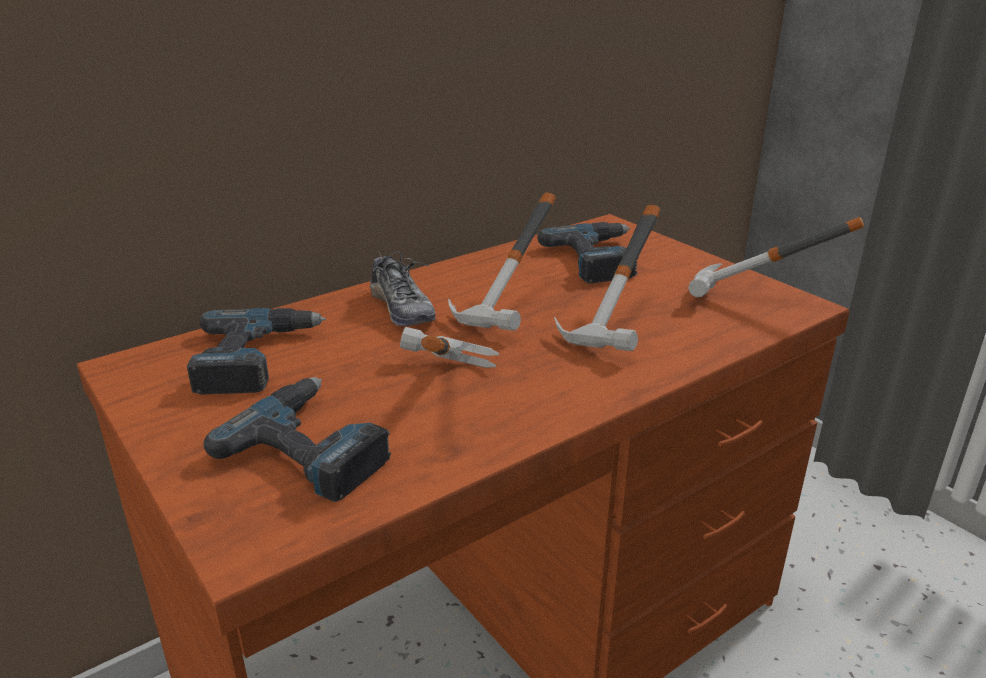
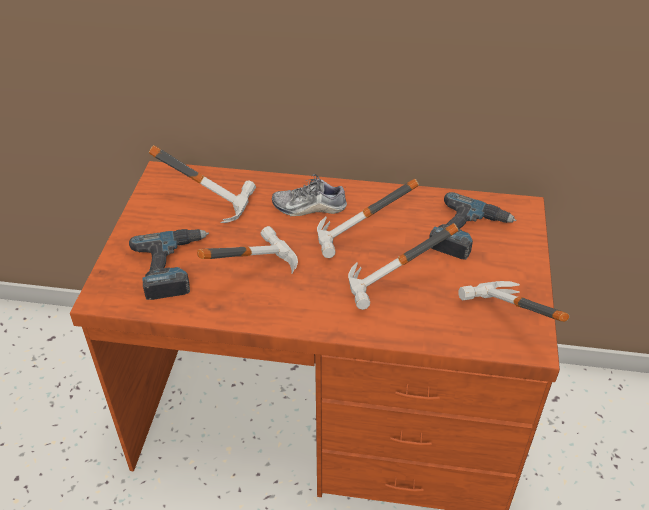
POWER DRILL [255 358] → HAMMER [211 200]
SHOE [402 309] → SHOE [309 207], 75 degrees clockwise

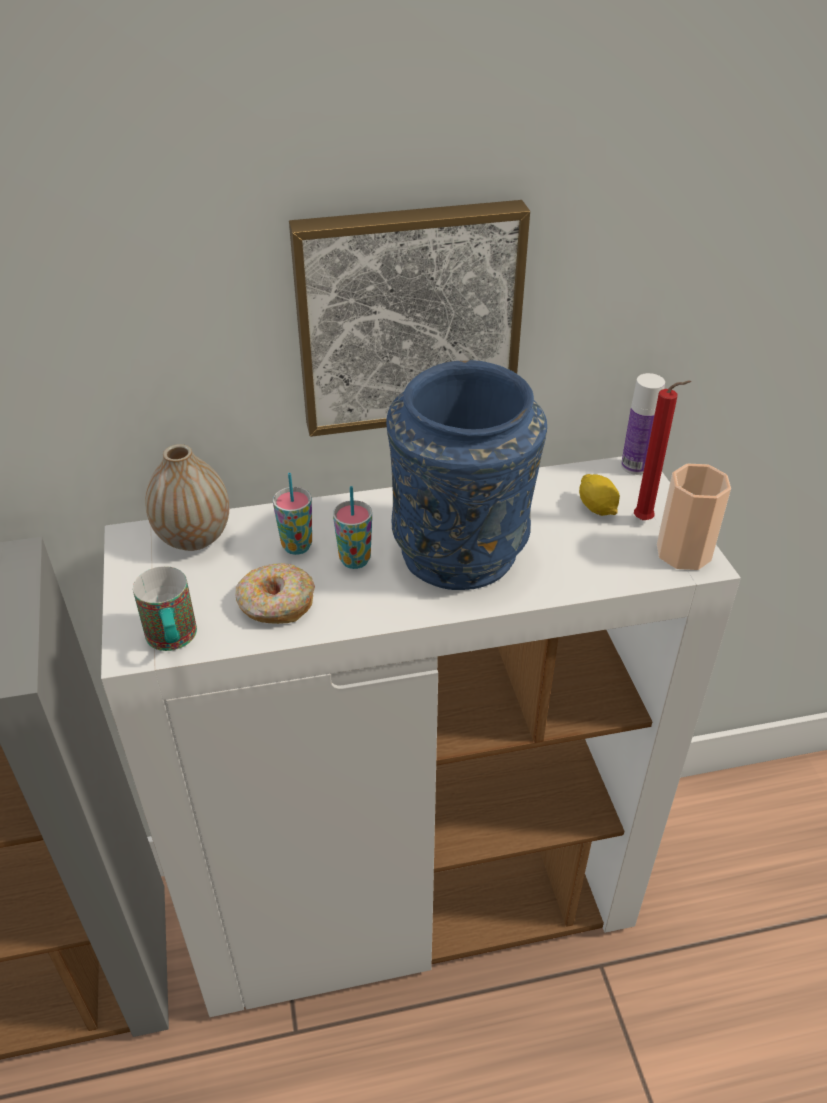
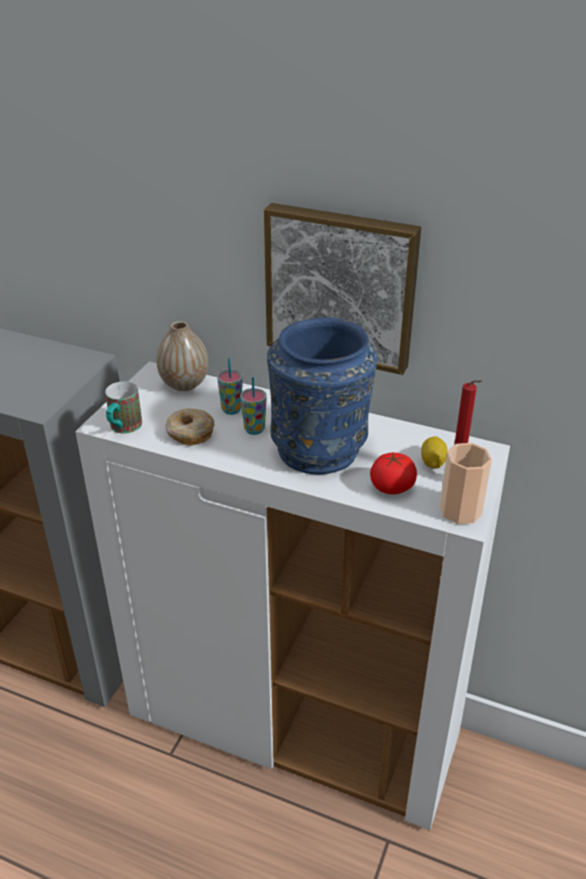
- → TOMATO [392 487]
BOTTLE [635 466] → -

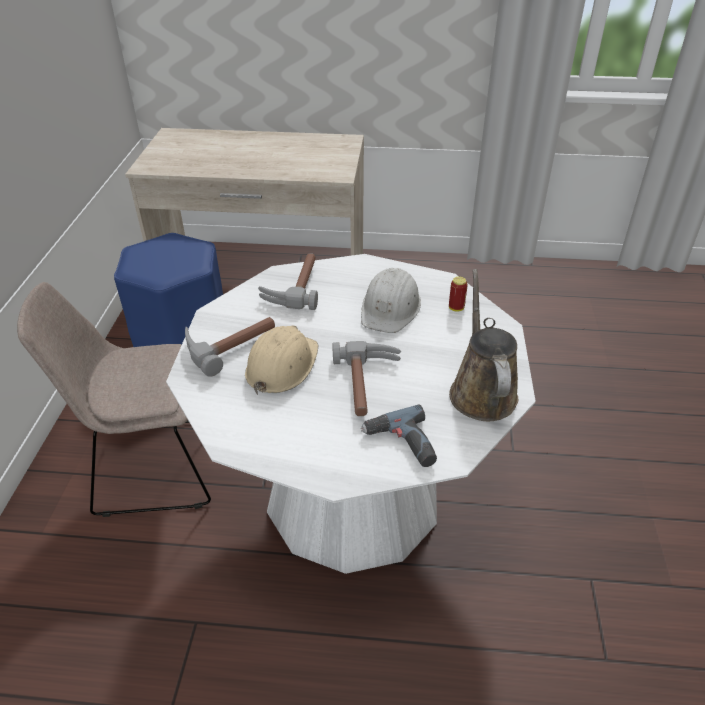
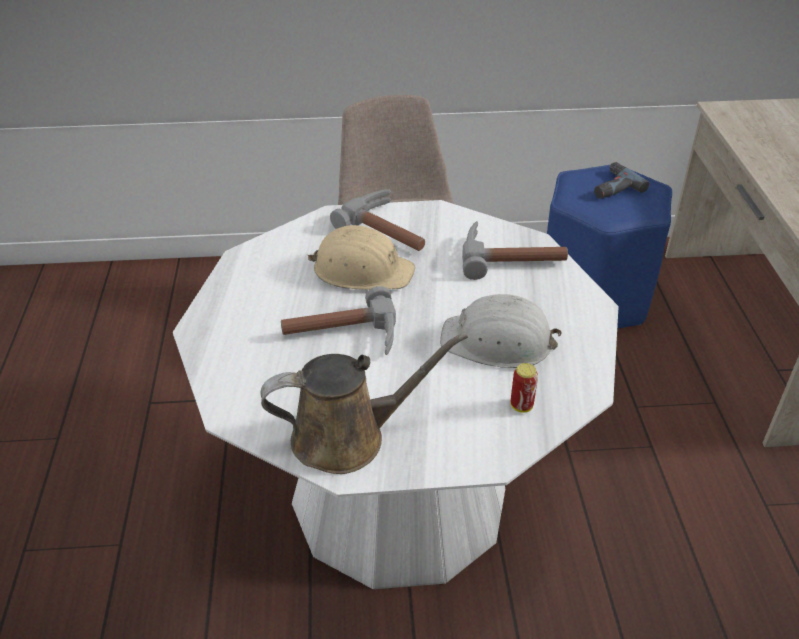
POWER DRILL [401 445] → POWER DRILL [611 187], moved

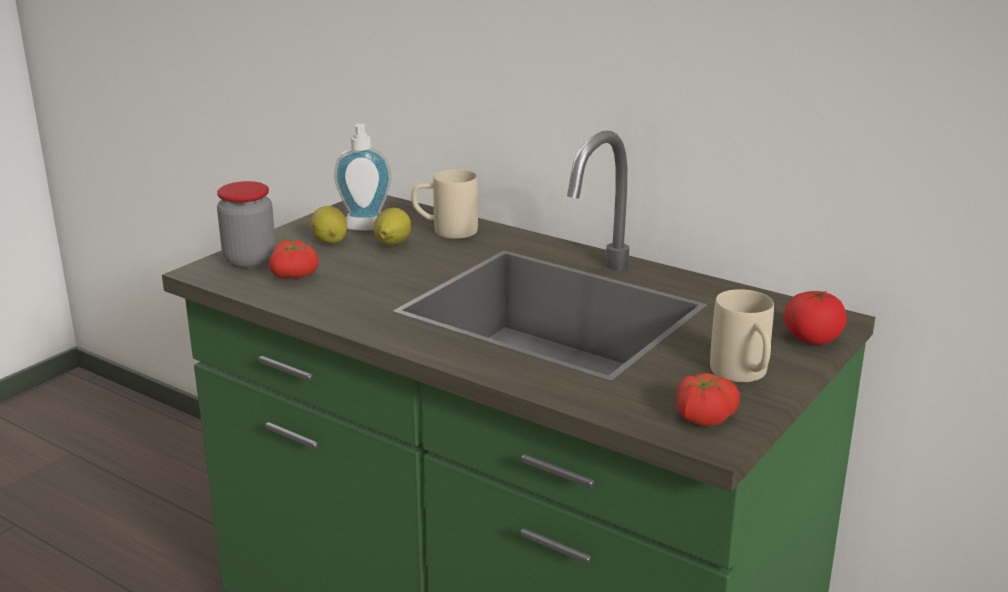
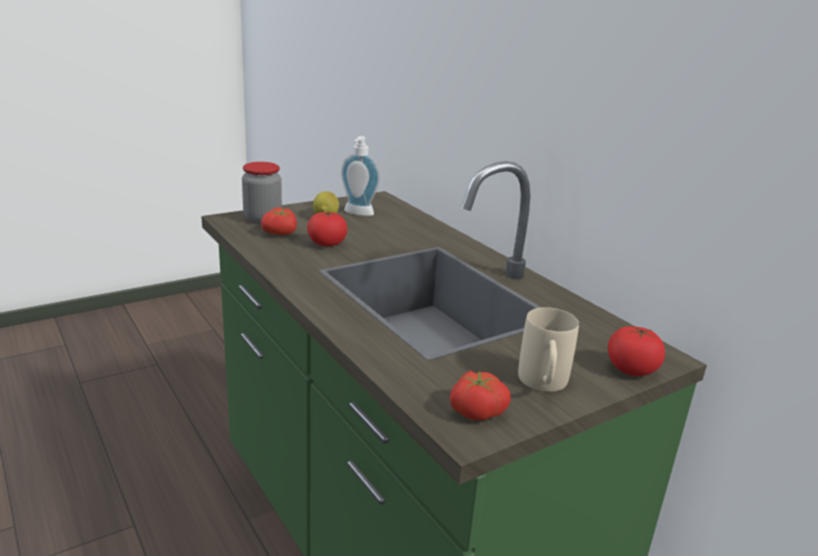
- → TOMATO [327 243]
LEMON [392 244] → -
BEIGE MUG [445 231] → -

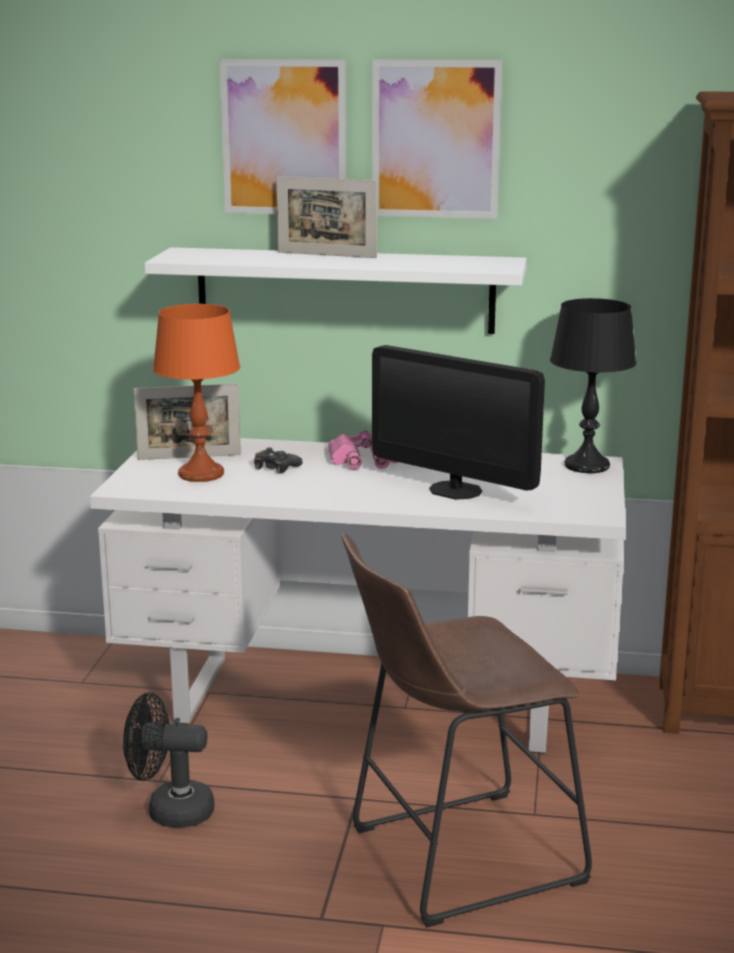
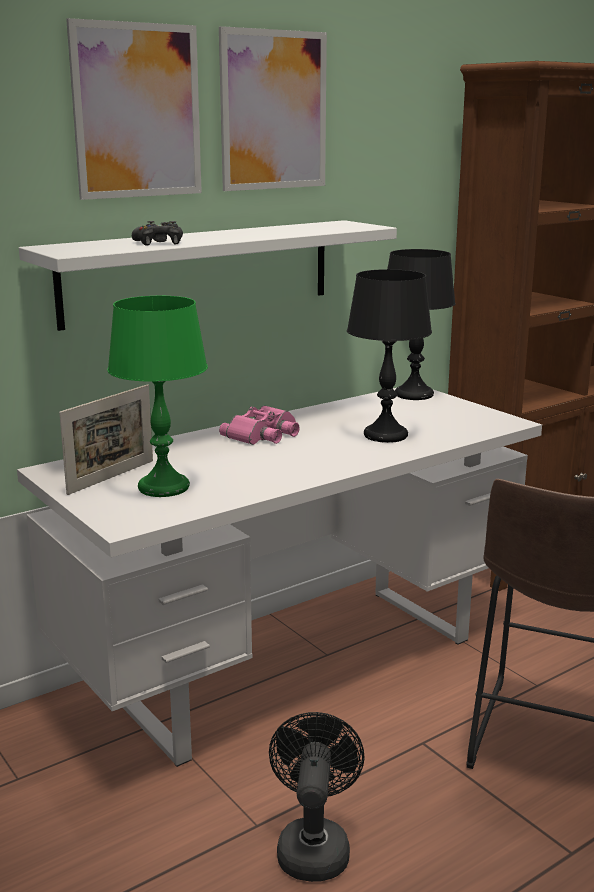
ORANGE TABLE LAMP [200 474] → GREEN TABLE LAMP [163 488]
BLACK GAME CONTROLLER [276 467] → BLACK GAME CONTROLLER [159 243], moved
BLACK FAN [170 810] → BLACK FAN [313 846], 135 degrees clockwise
MONITOR [455 490] → BLACK TABLE LAMP [386 435]
PICTURE FRAME [326 255] → -

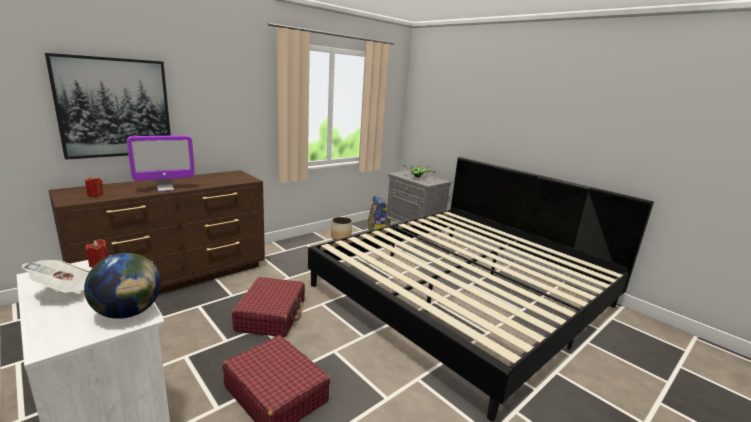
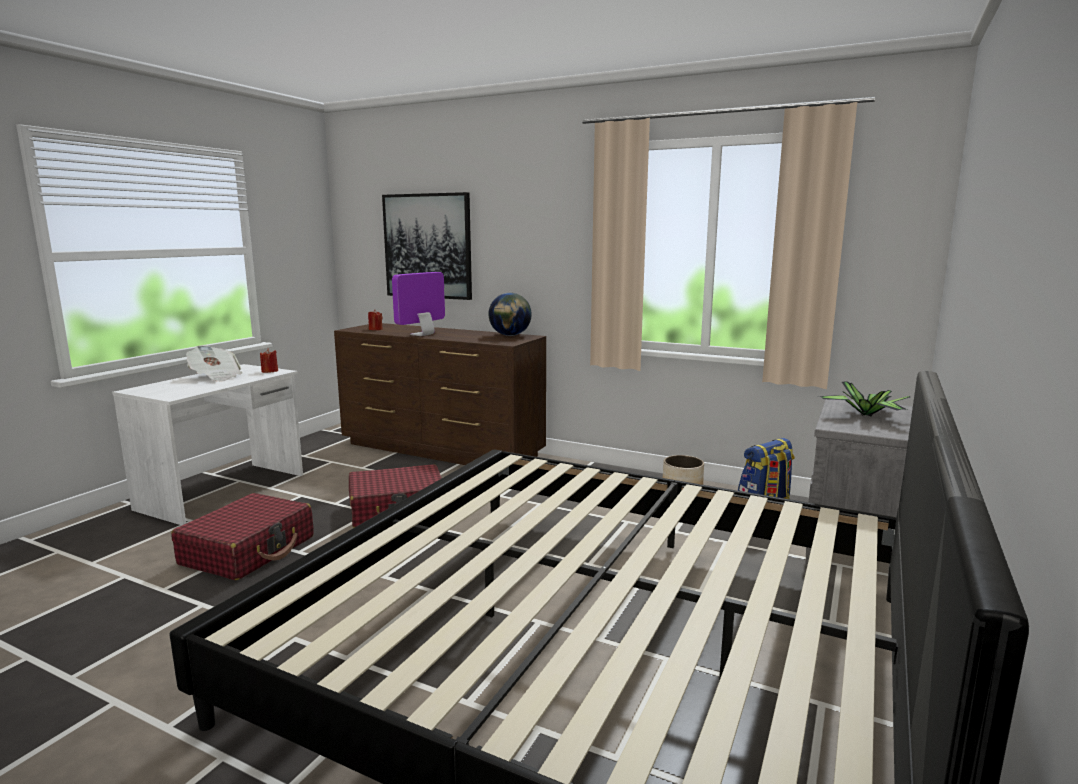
MONITOR [165 188] → MONITOR [422 334], 90 degrees clockwise
GLOBE [129 312] → GLOBE [510 335], moved

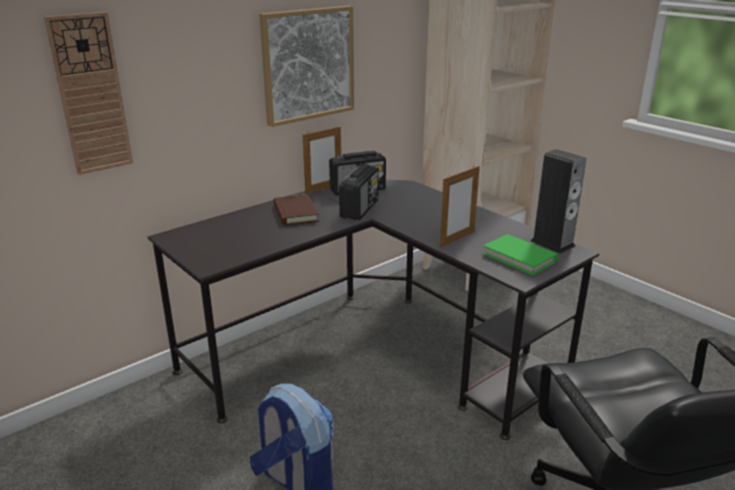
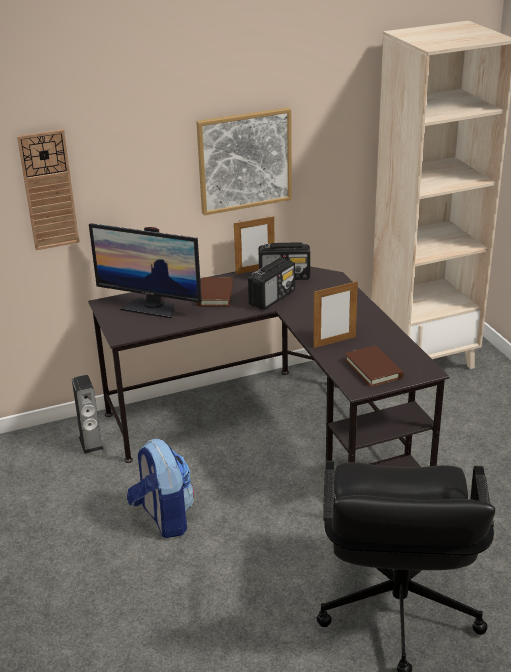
SPEAKER [552 243] → SPEAKER [91 443], moved
- → MONITOR [151 307]
GREEN BOOK [519 258] → BROWN BOOK [373 369]

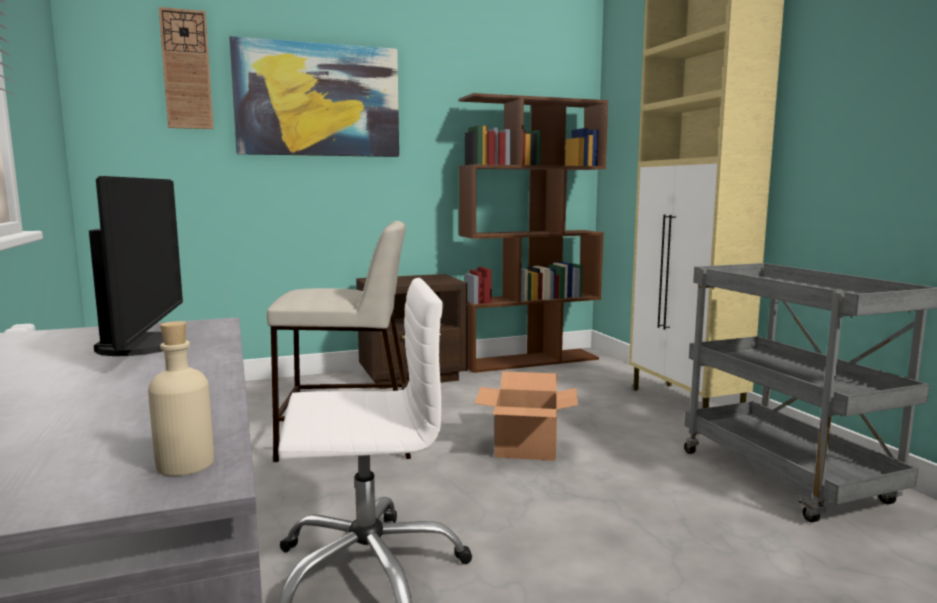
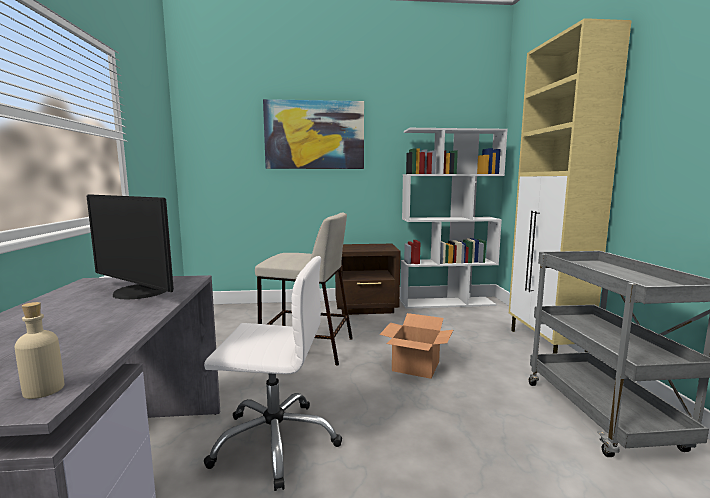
MONITOR [145 345] → MONITOR [138 293], 120 degrees clockwise
BROWN BOOKCASE [530 360] → WHITE BOOKCASE [447 303]
WALL CLOCK [186 70] → -

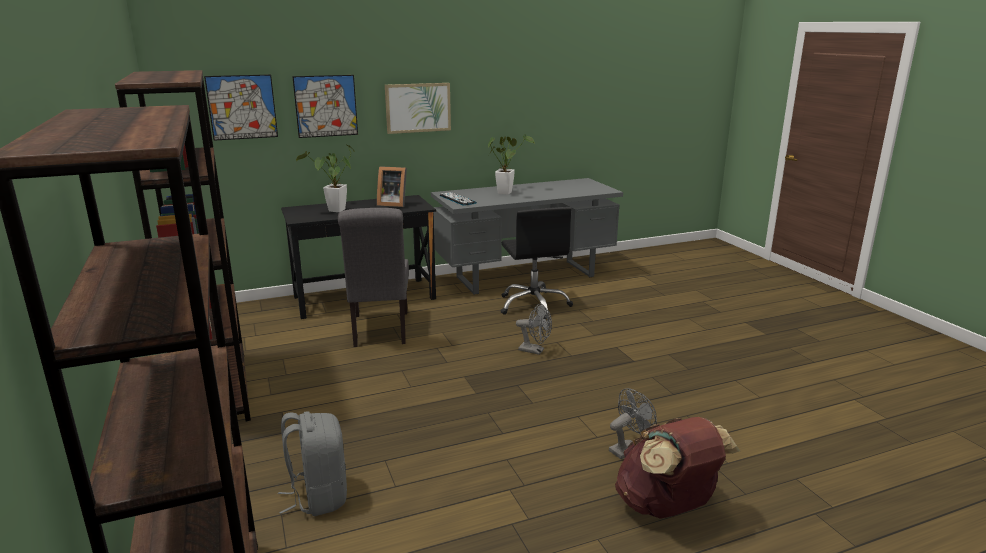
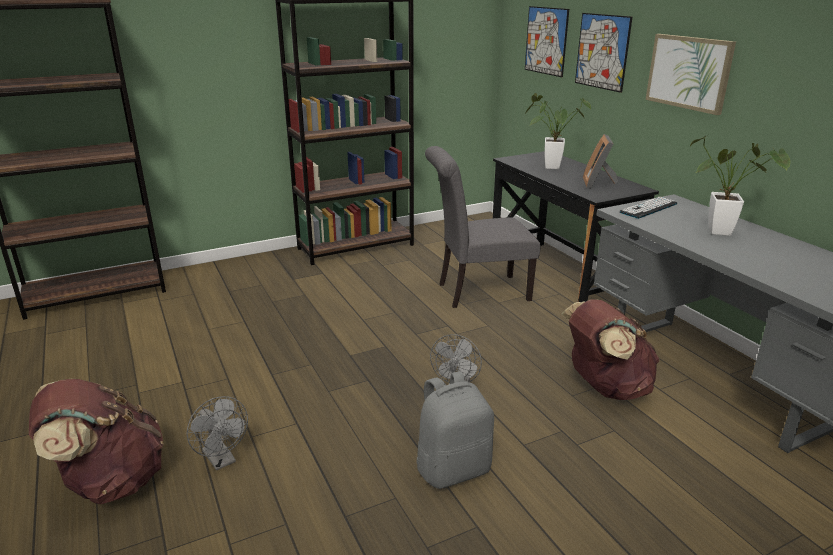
GREY BACKPACK [318 496] → GREY BACKPACK [453 468], moved
BLACK OFFICE CHAIR [534 305] → BROWN BACKPACK [605 387]

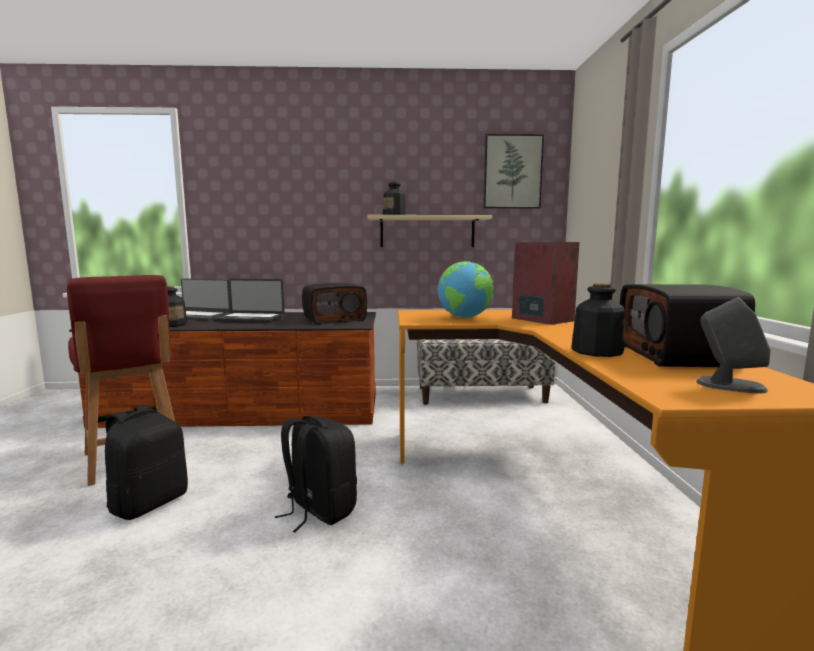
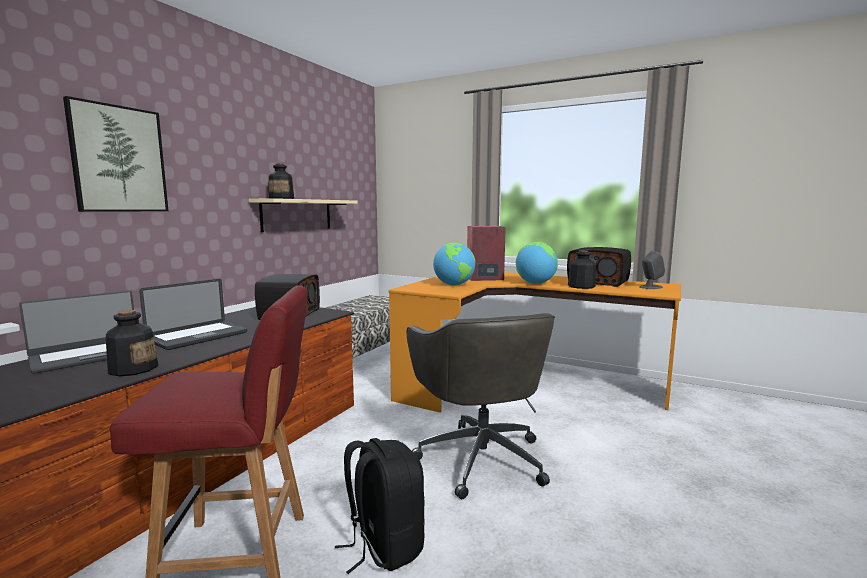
PICTURE [512 172] → PICTURE [118 159], moved
BLACK BACKPACK [319 510] → GREY OFFICE CHAIR [480 456]
- → GLOBE [535 283]

